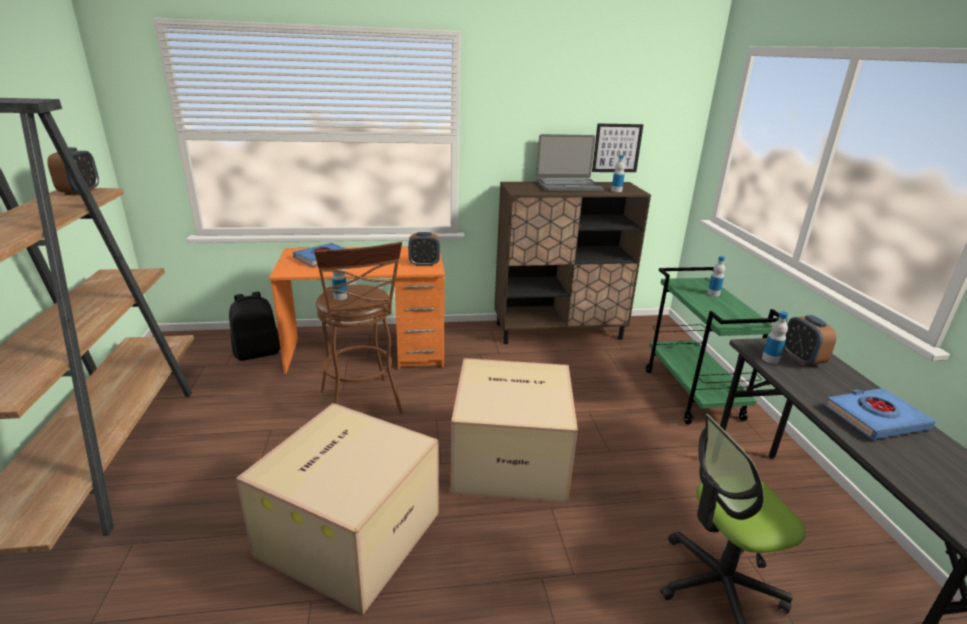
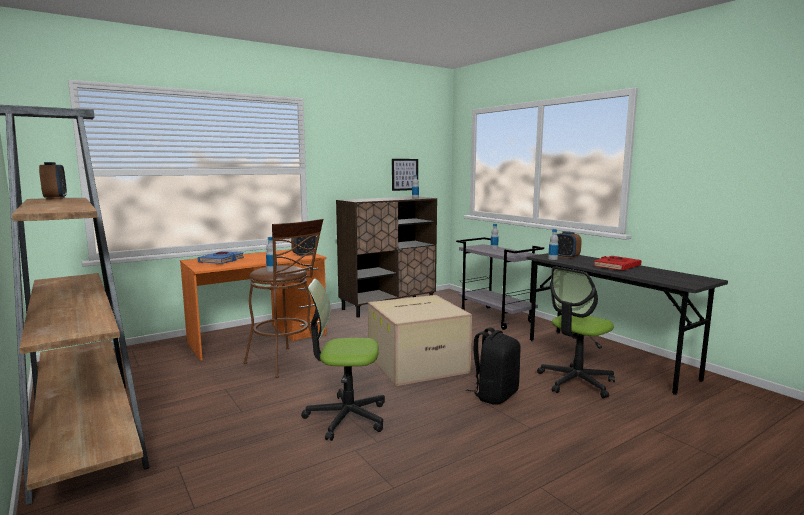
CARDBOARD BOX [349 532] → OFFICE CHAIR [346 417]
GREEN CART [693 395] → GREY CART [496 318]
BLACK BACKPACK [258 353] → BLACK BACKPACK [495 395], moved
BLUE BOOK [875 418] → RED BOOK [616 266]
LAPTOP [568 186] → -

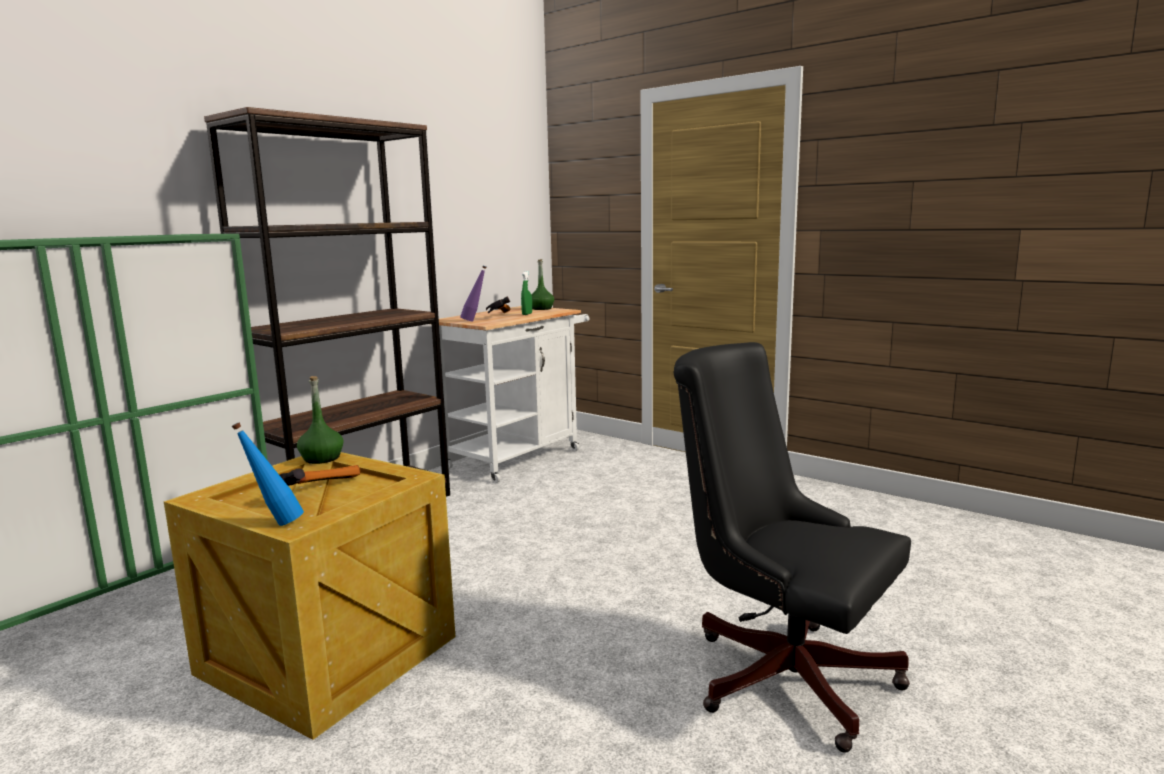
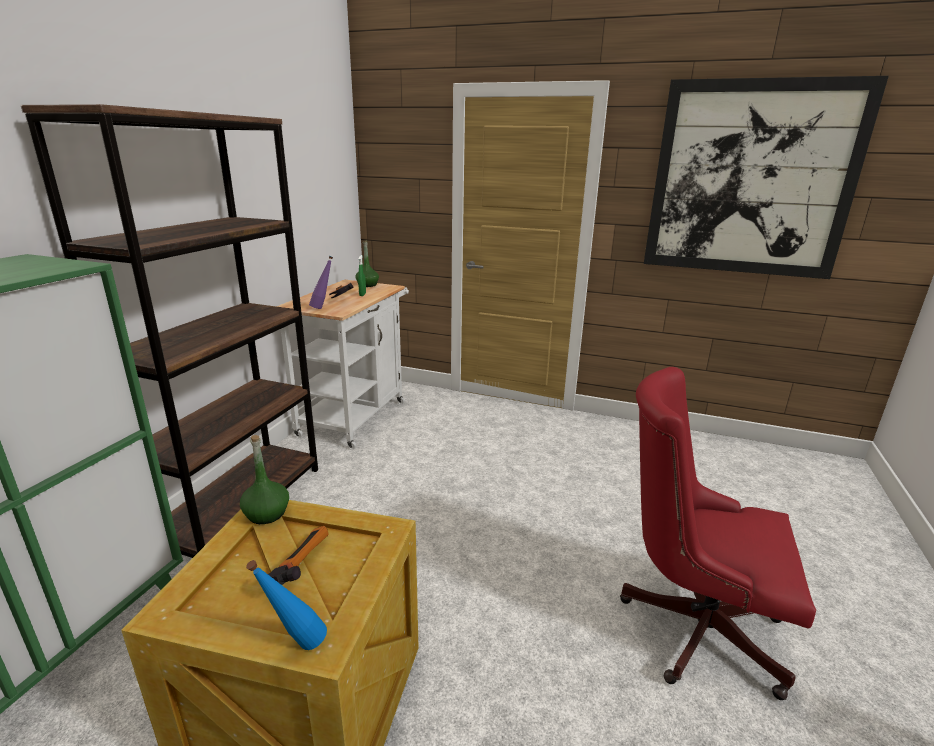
BLACK OFFICE CHAIR [780 672] → RED OFFICE CHAIR [691 624]
- → PICTURE [750 180]

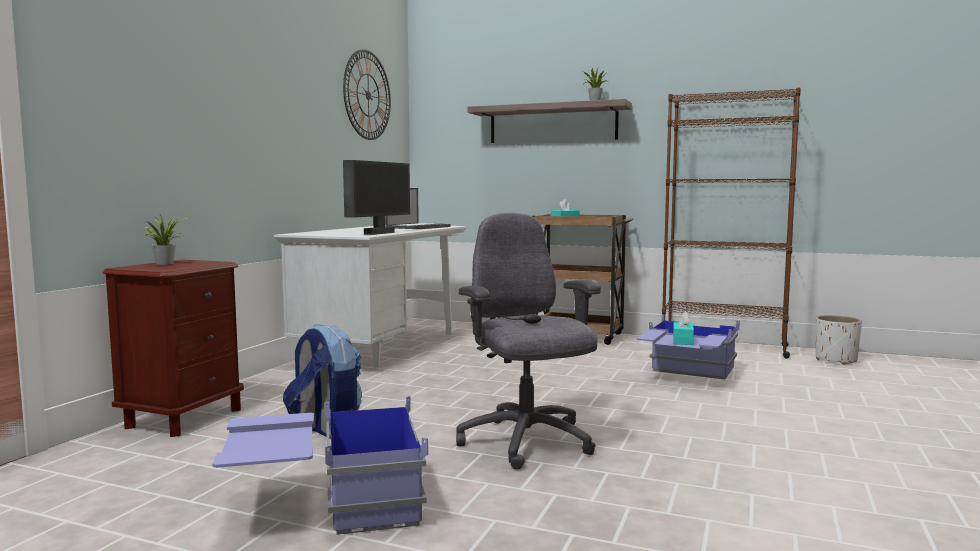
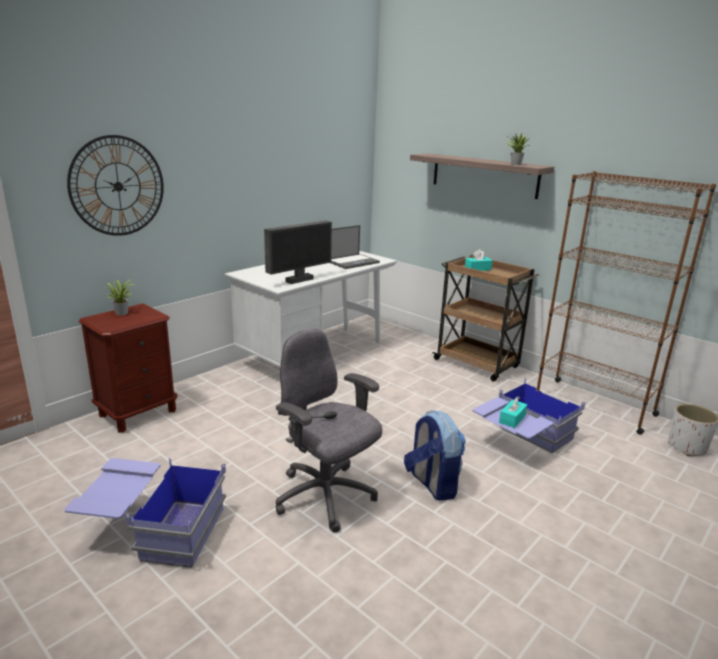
WALL CLOCK [367 95] → WALL CLOCK [118 186], moved
GREY OFFICE CHAIR [526 443] → GREY OFFICE CHAIR [325 497], 45 degrees counterclockwise
BACKPACK [325 429] → BACKPACK [432 484], moved

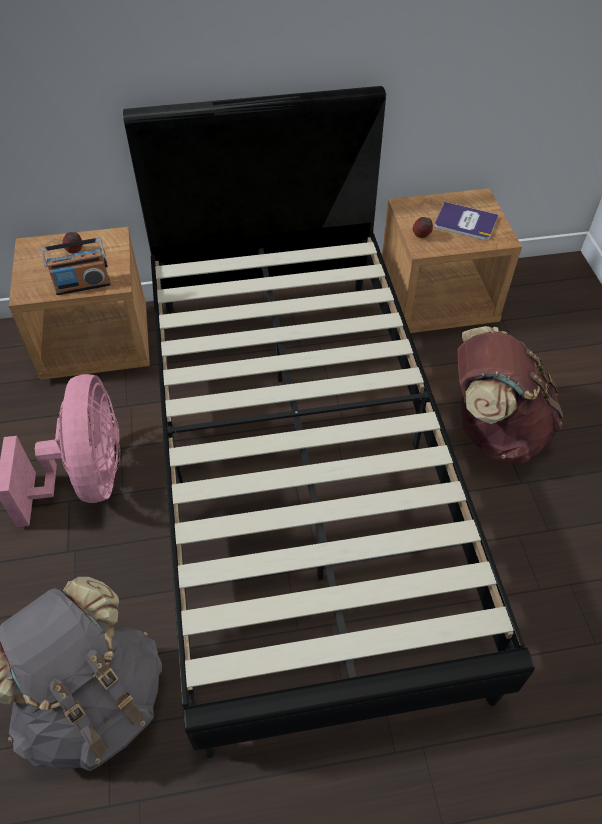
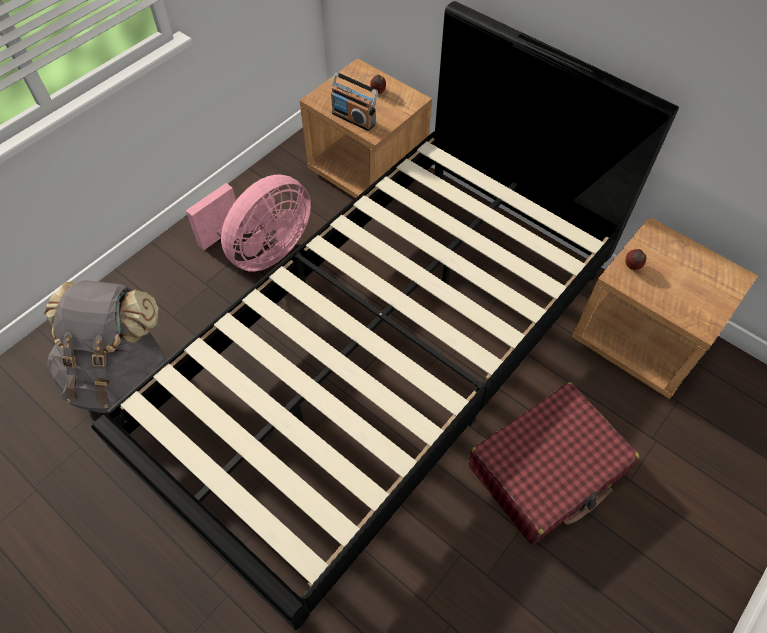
BROWN BACKPACK [493 430] → RED SUITCASE [547 469]
BOOK [465 222] → -

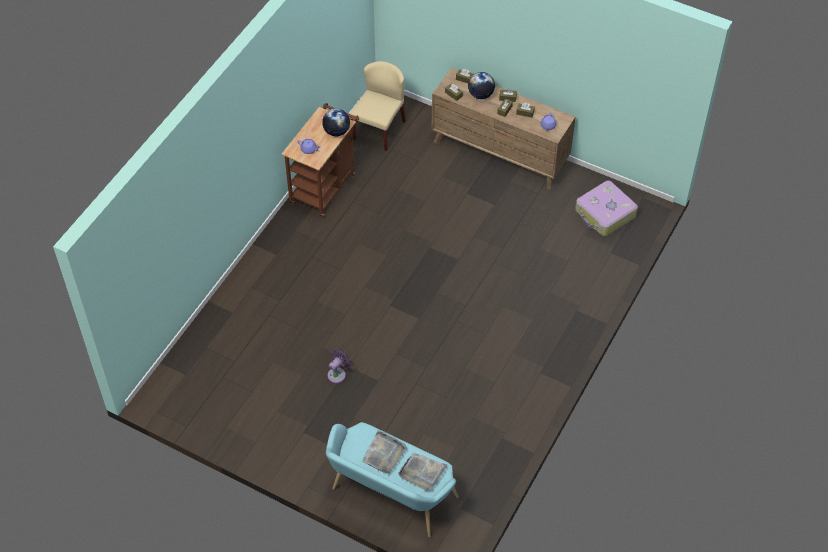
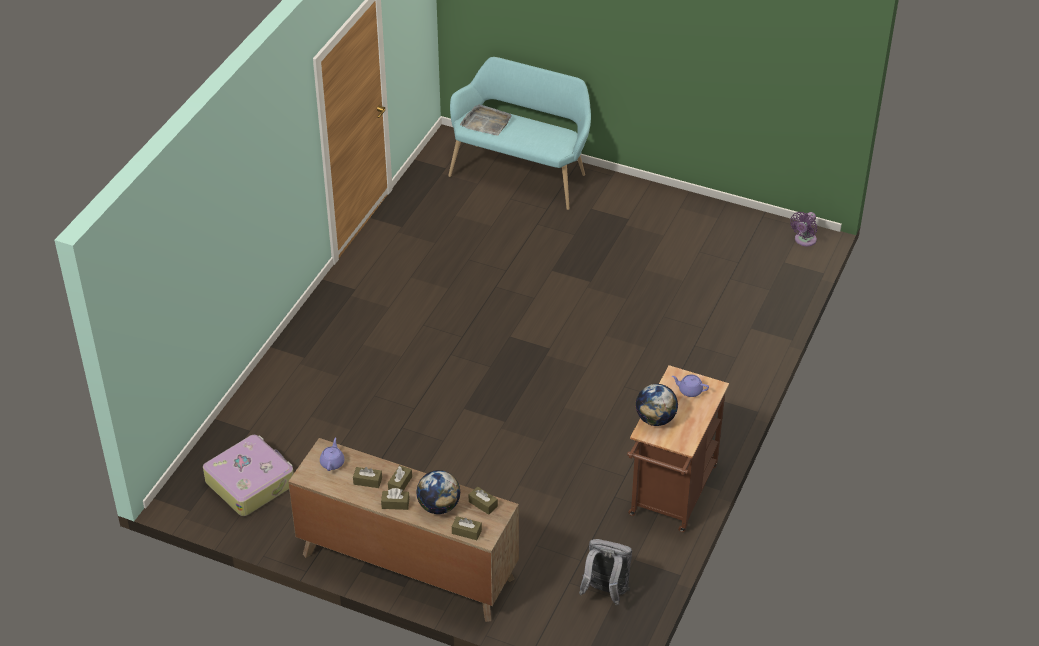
BEIGE CHAIR [379 130] → GREY BACKPACK [605 592]
PURPLE FAN [338 374] → PURPLE FAN [804 240], moved
GREY TRAY [384 454] → -

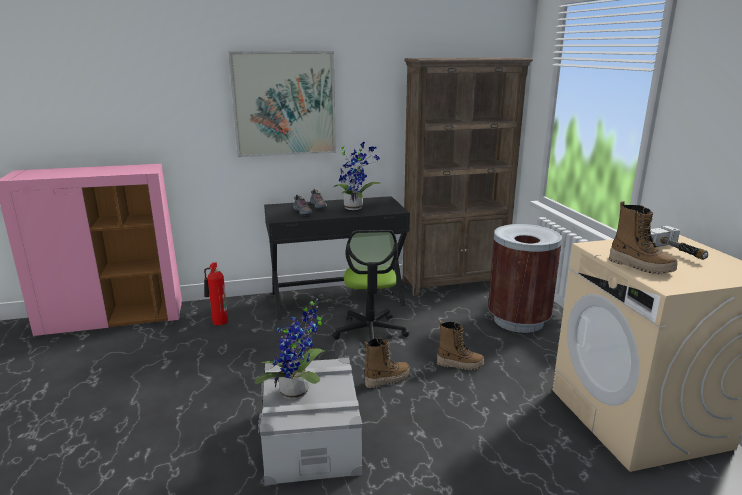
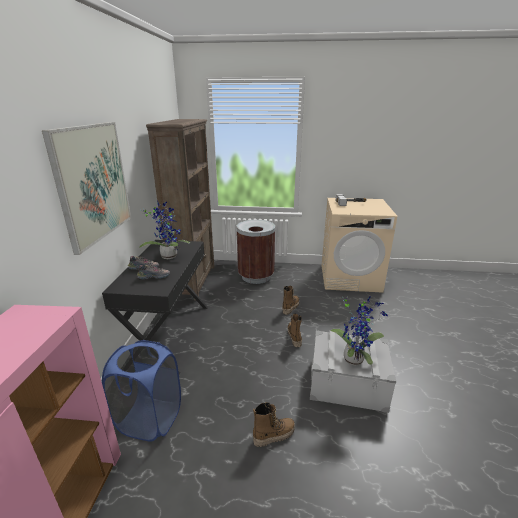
FIRE EXTINGUISHER [218 322] → BLUE LAUNDRY BASKET [149 419]
BOOT [640 266] → BOOT [274 435], moved
OFFICE CHAIR [370 332] → -

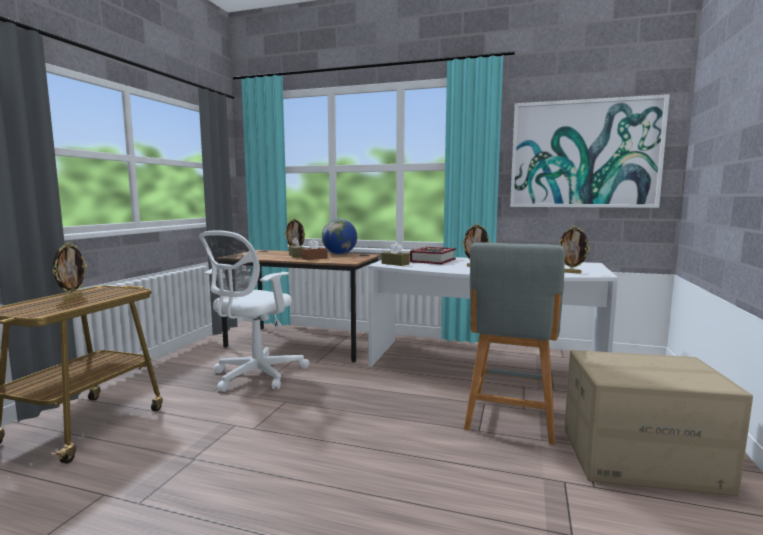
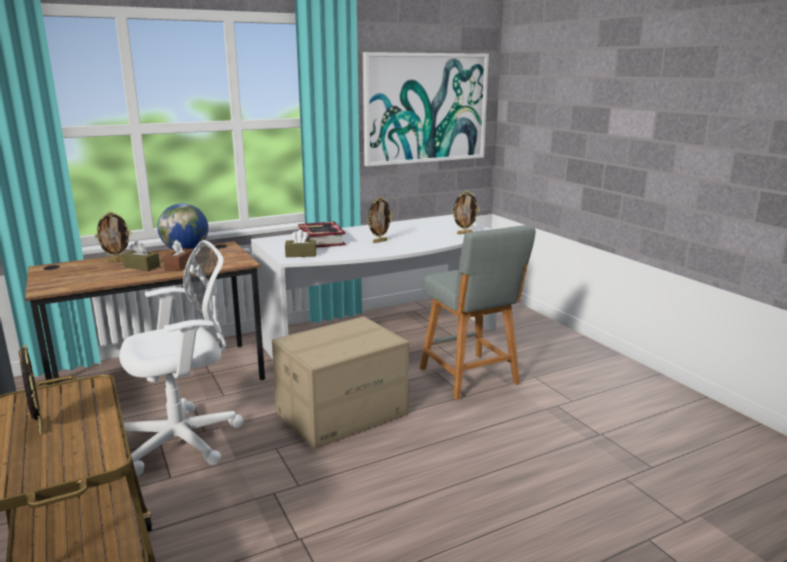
WHITE OFFICE CHAIR [255 376] → WHITE OFFICE CHAIR [185 440], 105 degrees counterclockwise
CARDBOARD BOX [641 459] → CARDBOARD BOX [341 413], moved

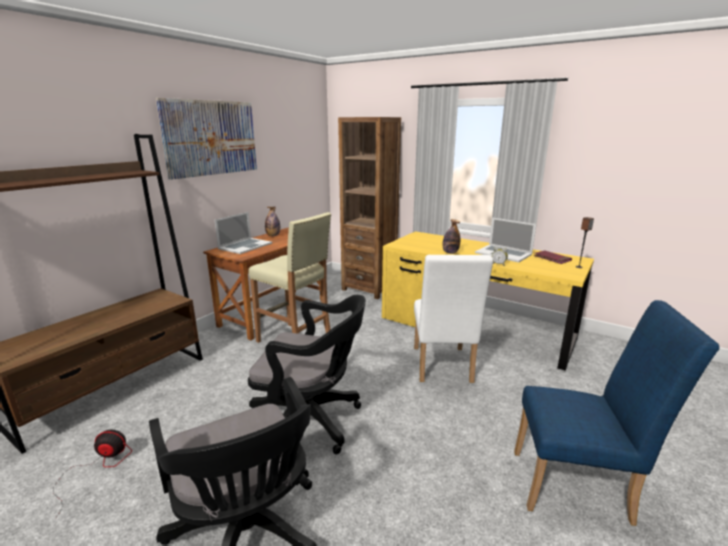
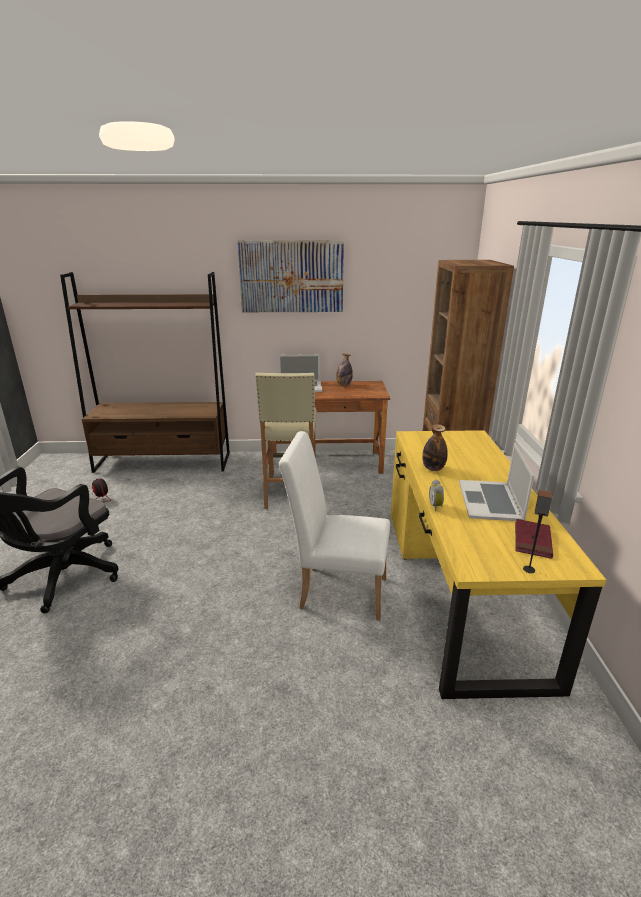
WHITE CHAIR [442 367] → WHITE CHAIR [336 590], 45 degrees clockwise
BLACK OFFICE CHAIR [311 421] → -
BLUE CHAIR [579 487] → -

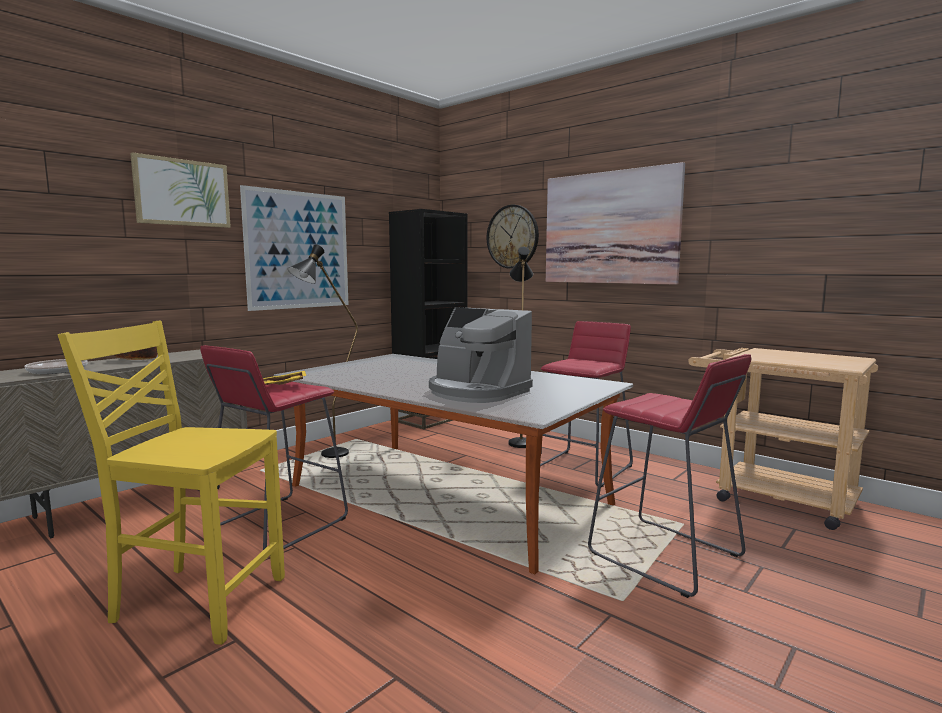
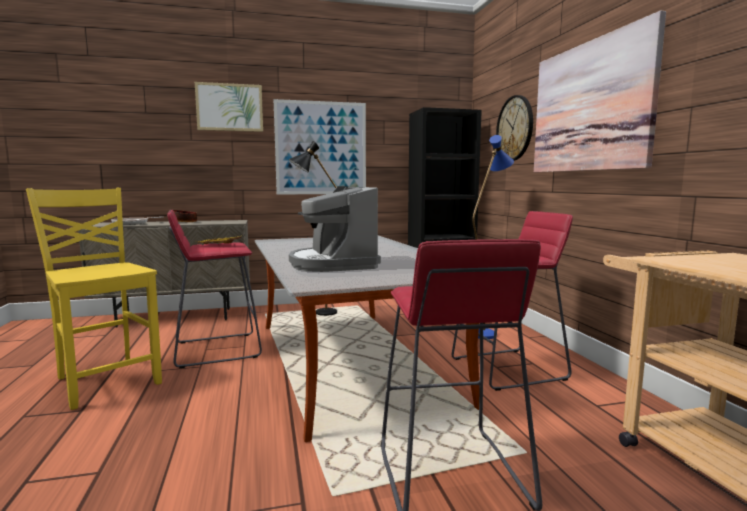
BLACK FLOOR LAMP [519 441] → BLUE FLOOR LAMP [487 332]

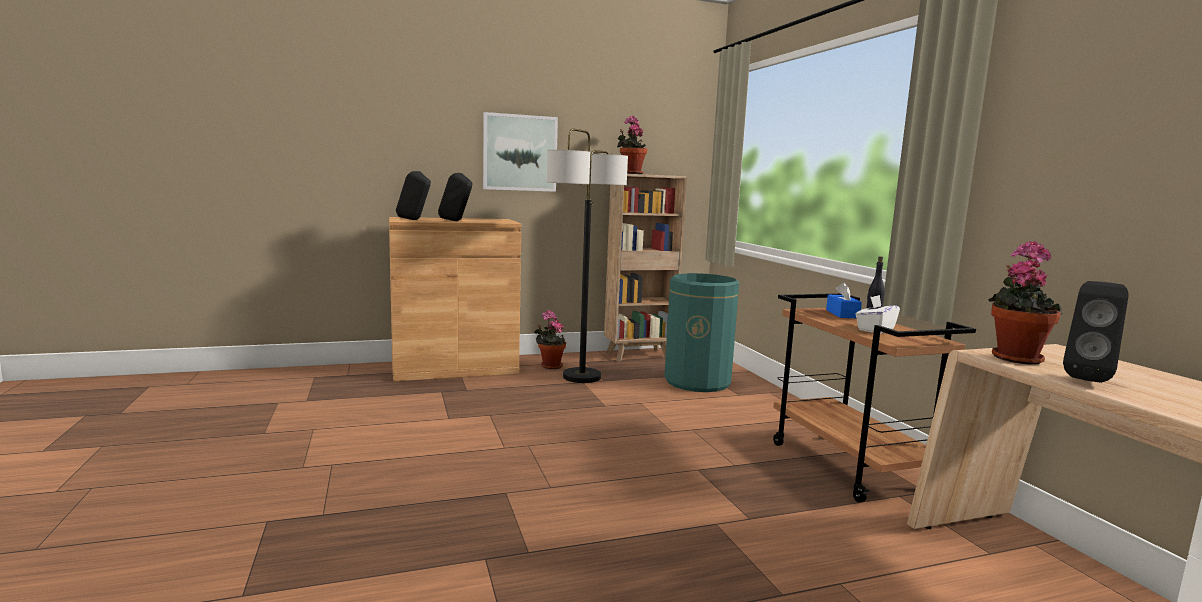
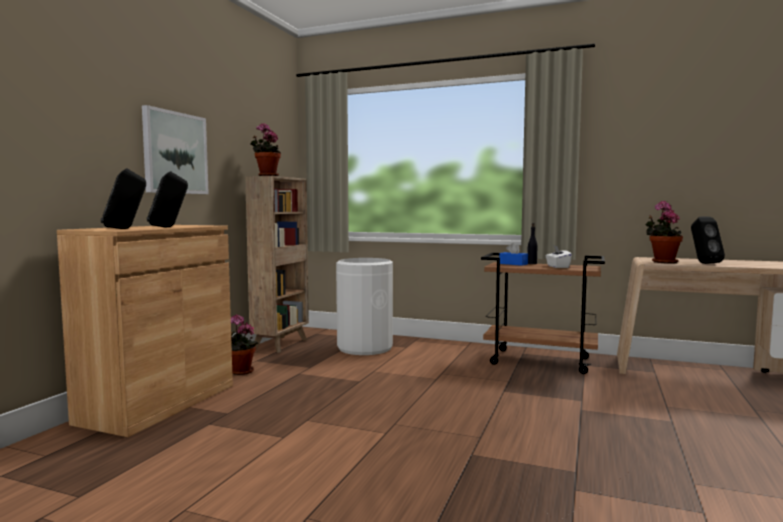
GREEN TRASH CAN [697 382] → WHITE TRASH CAN [365 348]
FLOOR LAMP [582 377] → -

